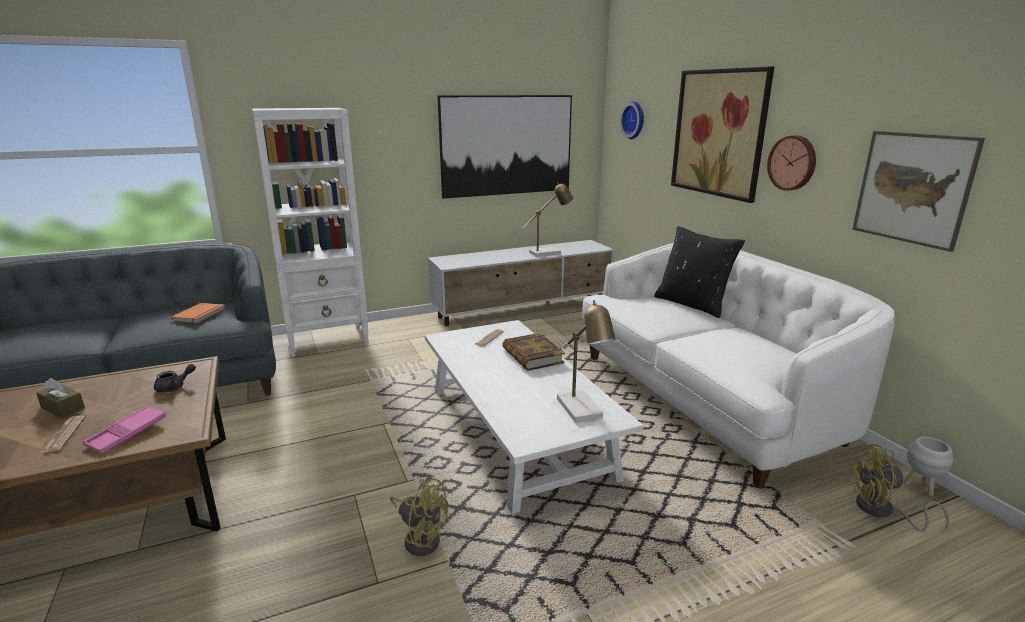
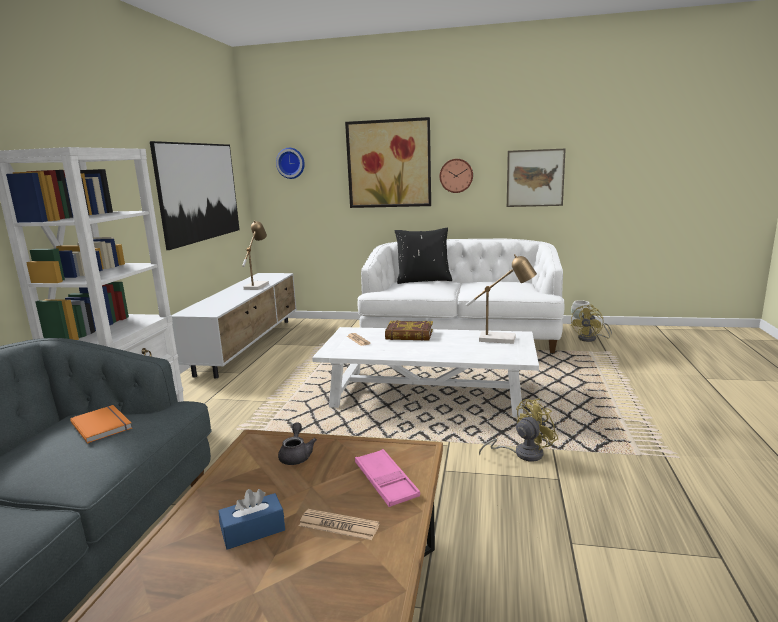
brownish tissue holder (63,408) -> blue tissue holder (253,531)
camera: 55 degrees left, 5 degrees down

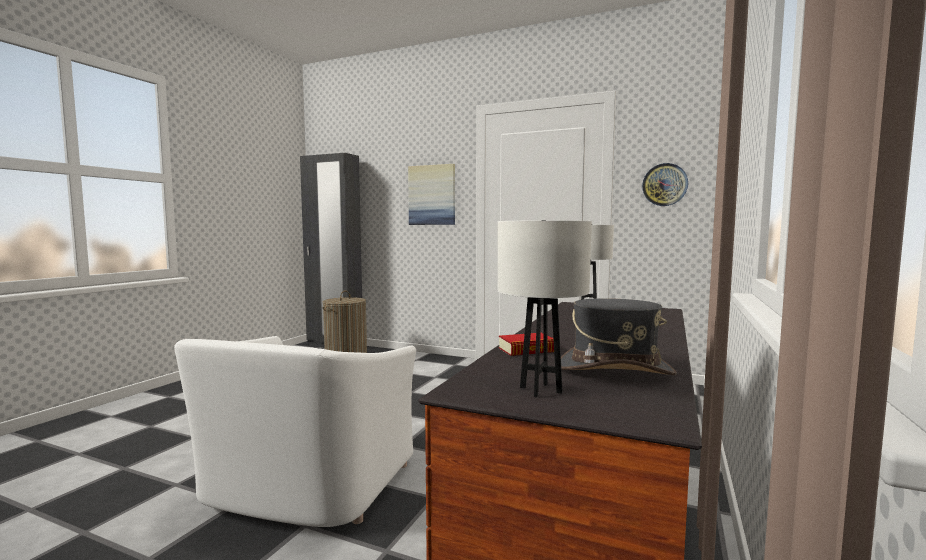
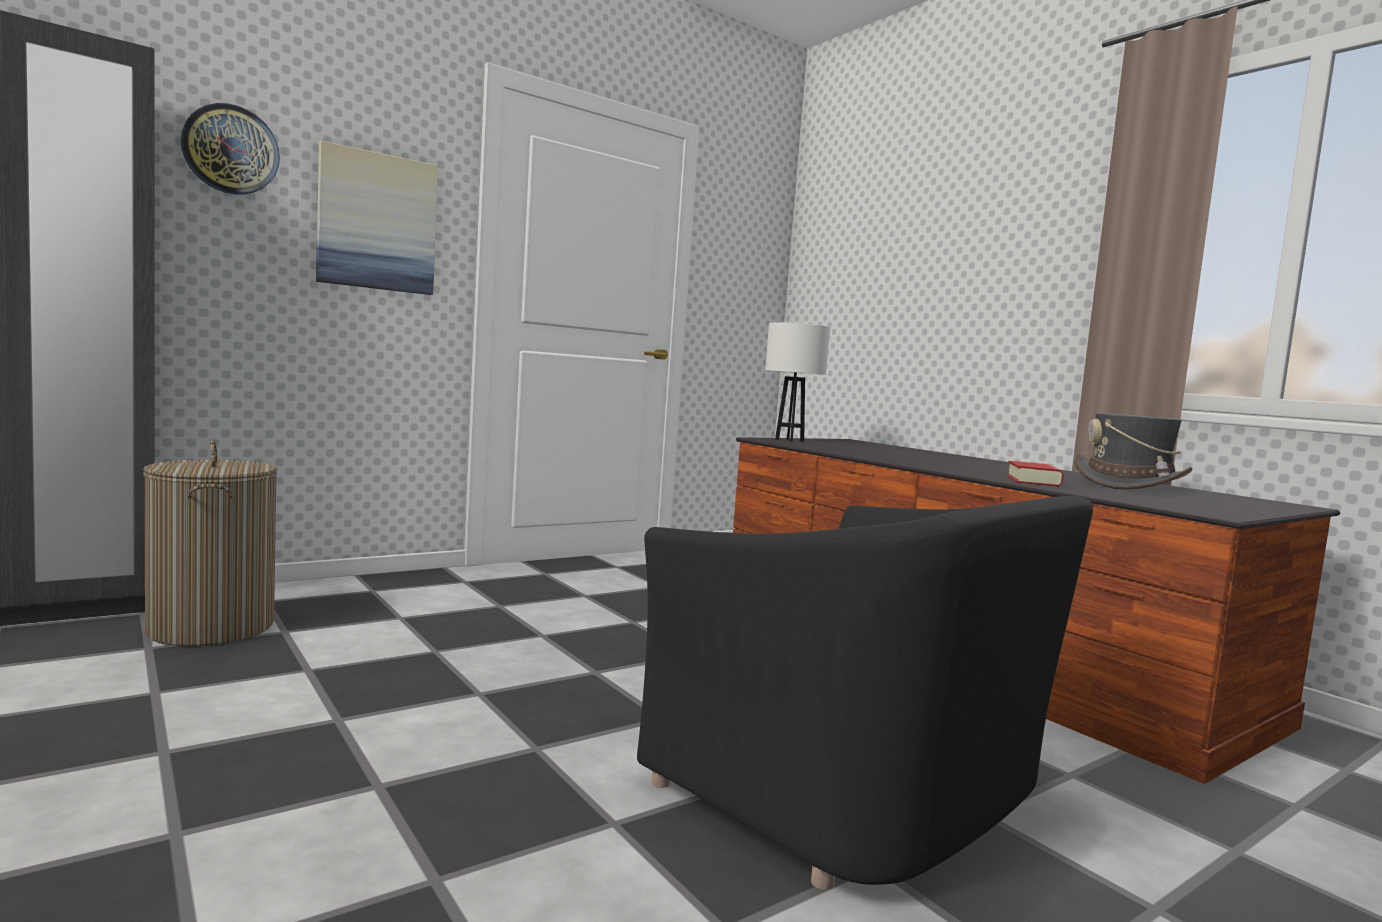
white-coloured tabletop lamp (540,390) -> none
wall clock (664,184) -> wall clock (231,150), shifted
white-coloured armchair (306,486) -> black-coloured armchair (852,789)
camera: 60 degrees left, 0 degrees up

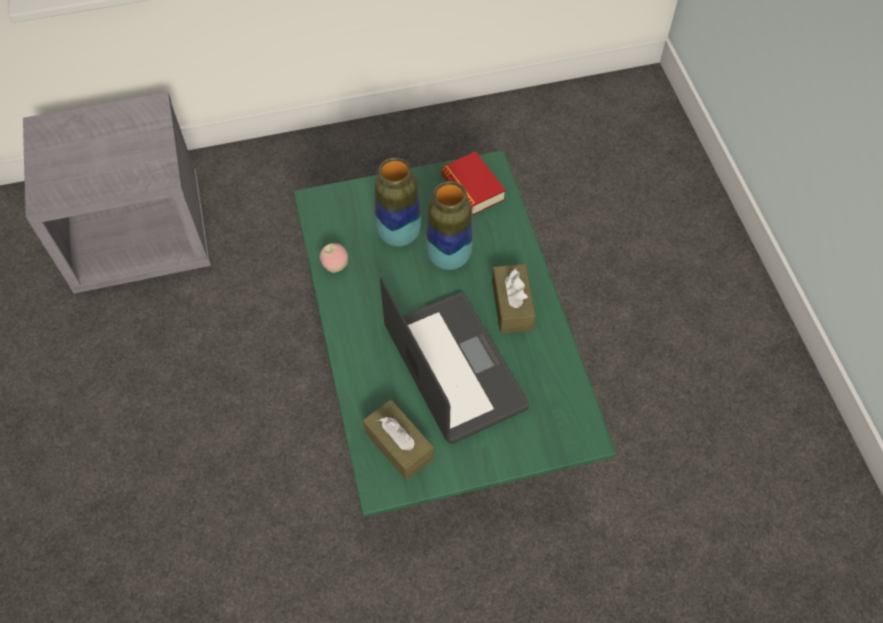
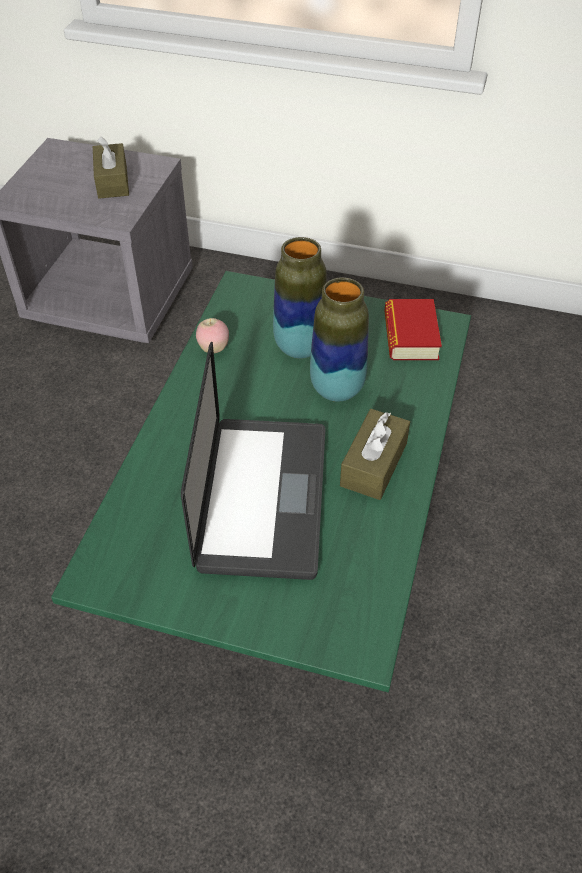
brownish tissue holder (399,445) -> brownish tissue holder (112,181), shifted
camera: 30 degrees right, 10 degrees down

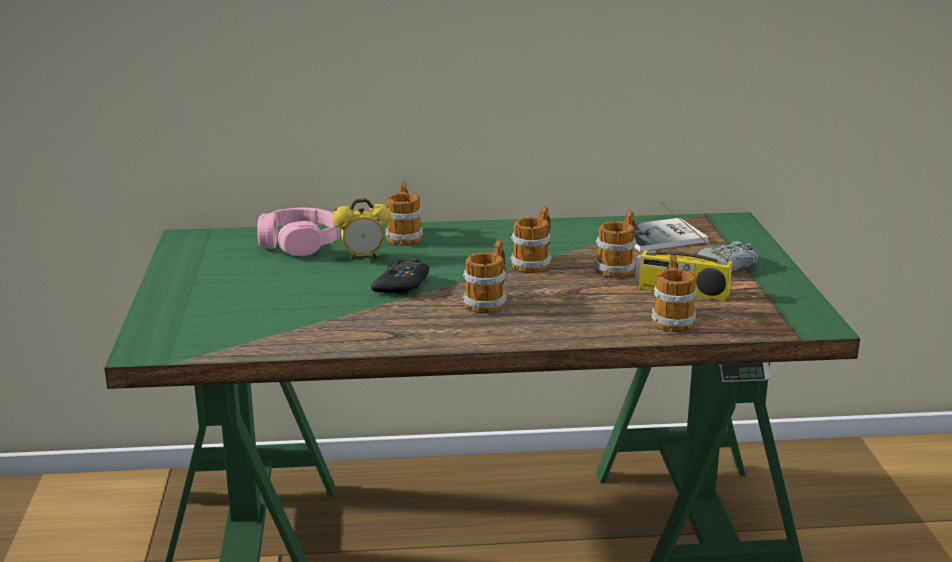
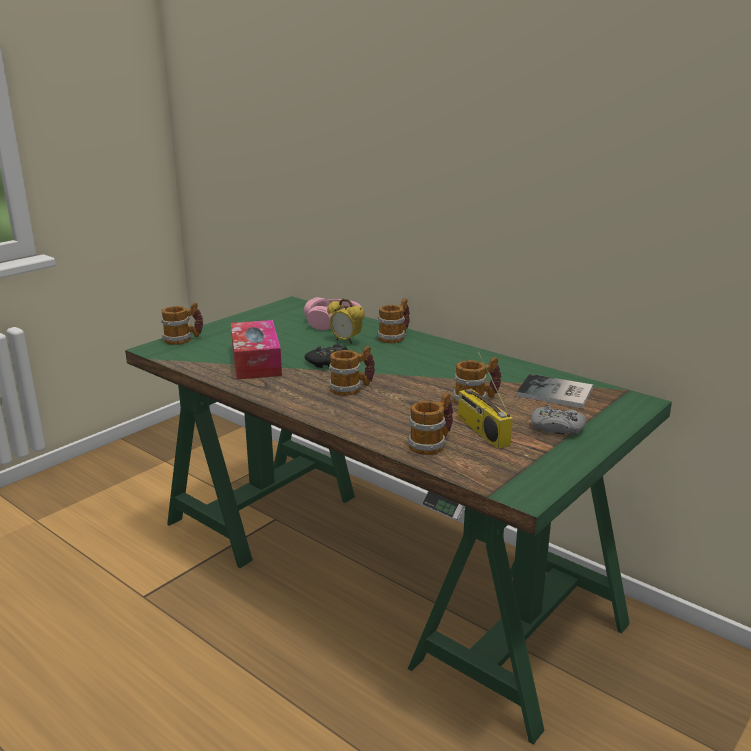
none -> tissue holder (256,361)
tea mug (534,263) -> tea mug (183,339), shifted
camera: 45 degrees right, 0 degrees up

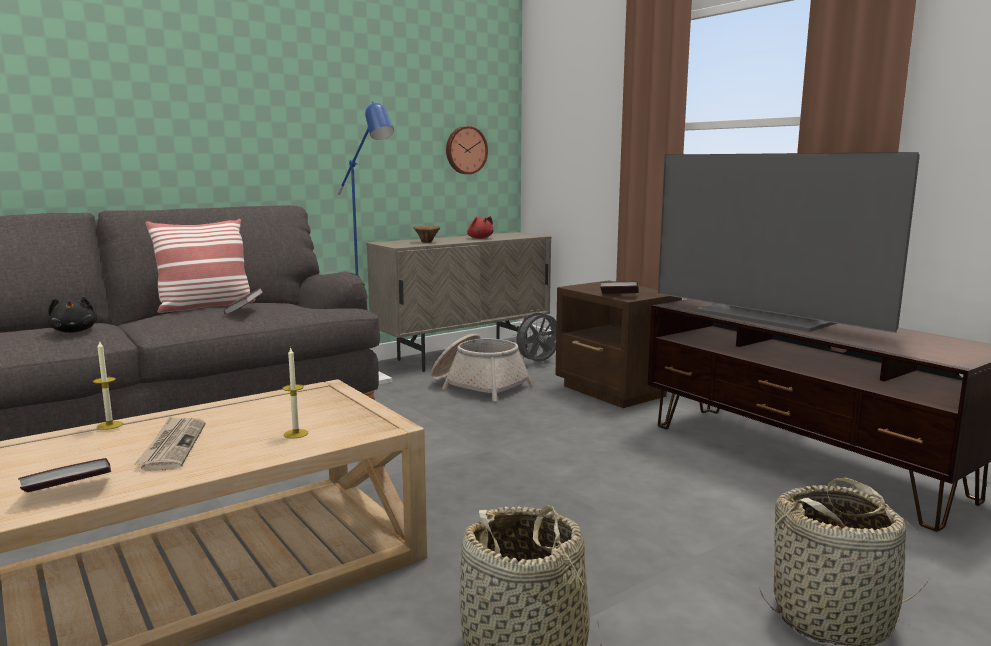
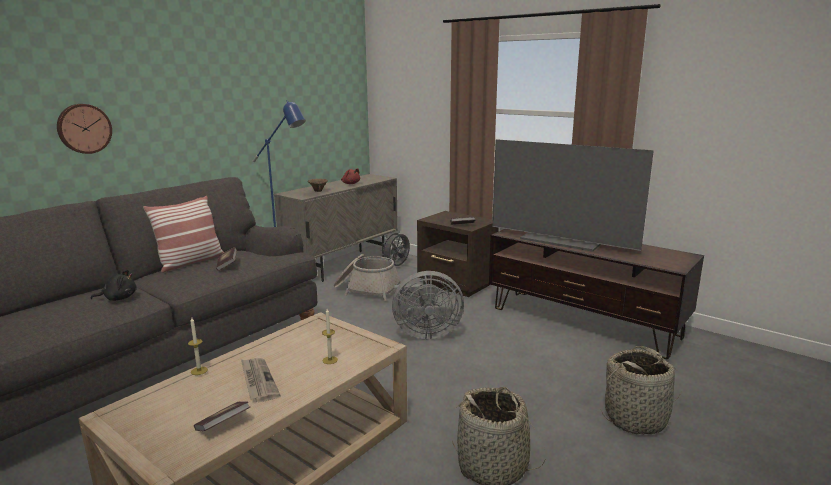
none -> greyish cooling fan (424,333)
wall clock (465,150) -> wall clock (84,128), shifted
black-coloured plush toy (74,331) -> black-coloured plush toy (118,298), 60 degrees counterclockwise
camera: 15 degrees left, 5 degrees up

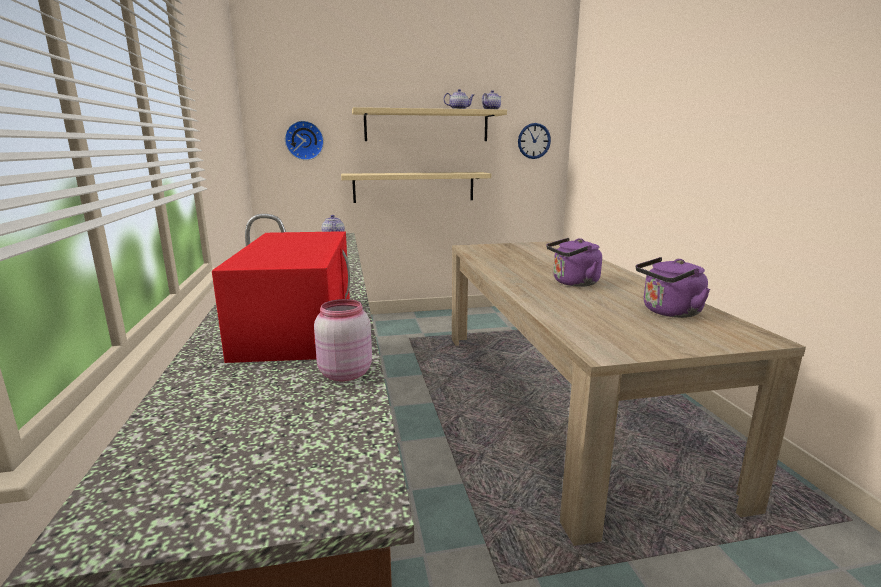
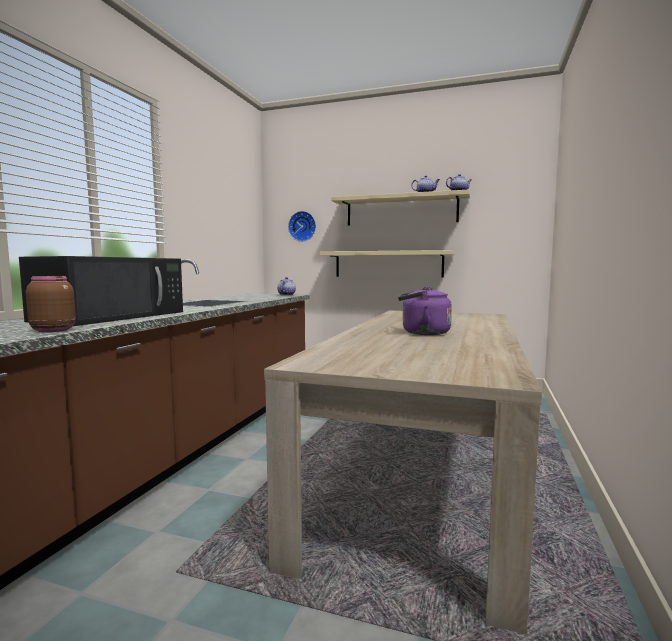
wall clock (534,141) -> none
purplish kettle (668,312) -> none
reddish microwave (297,323) -> black-coloured microwave (113,316)
pink jar (343,373) -> brownish jar (53,330)
camera: 30 degrees right, 10 degrees down

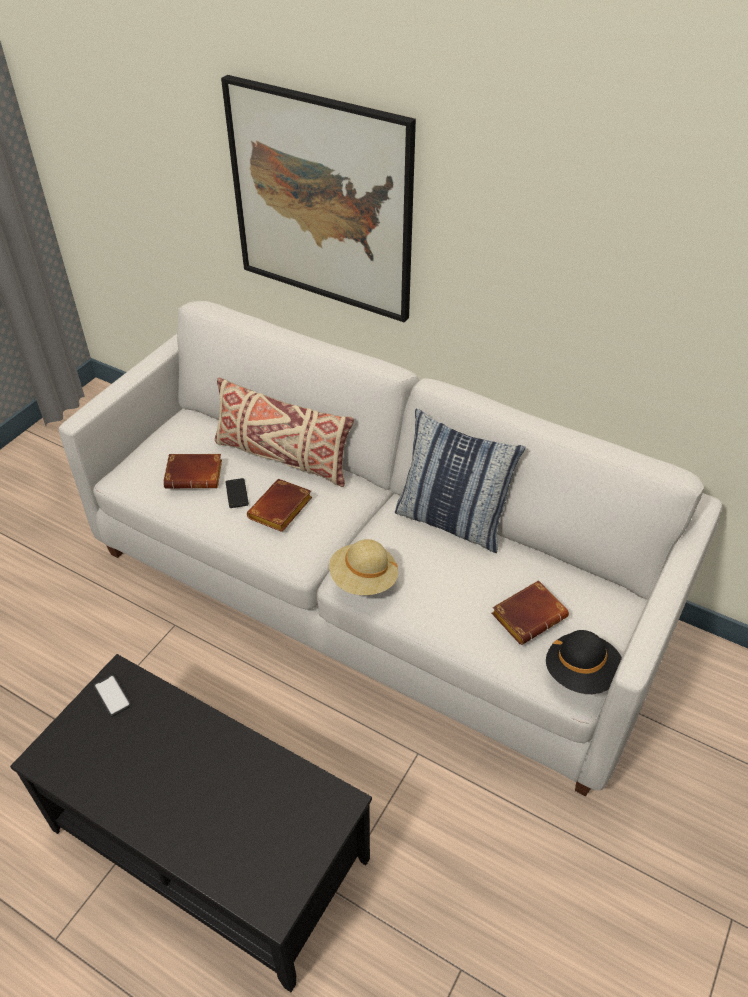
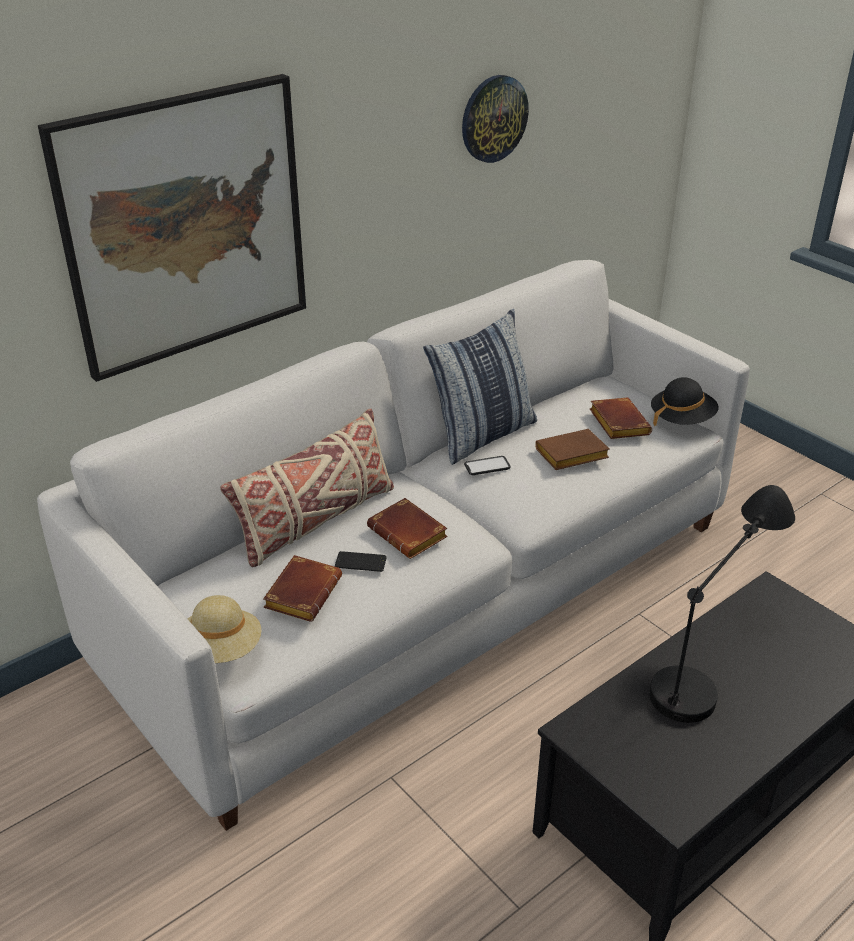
none -> wall clock (493,118)
none -> brownish bound book (570,456)
none -> black-coloured tabletop lamp (709,663)
phone (112,695) -> phone (487,466), shifted
beige wearable hat (363,580) -> beige wearable hat (220,650), shifted
camera: 70 degrees left, 10 degrees down

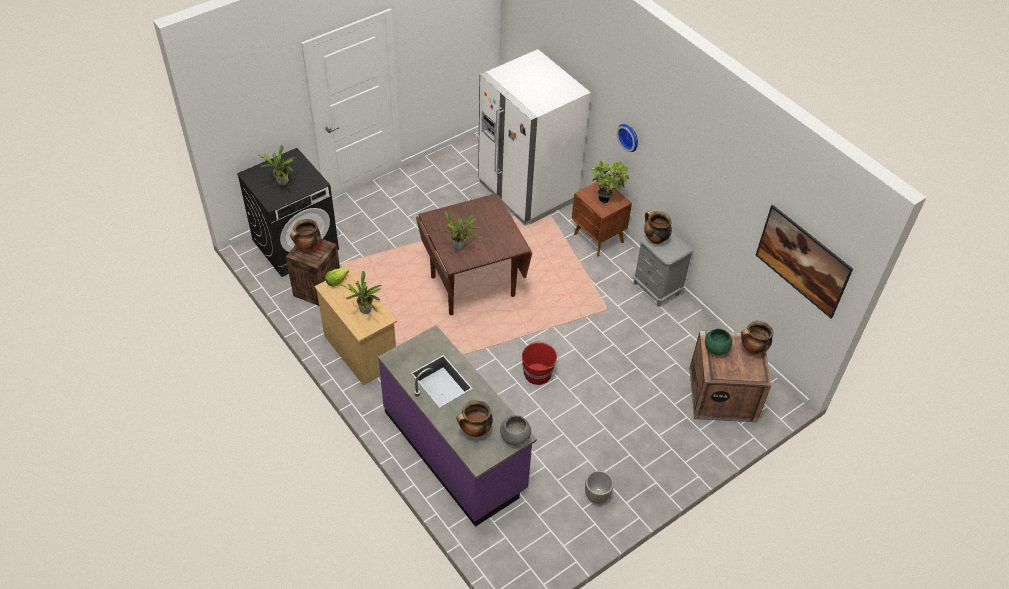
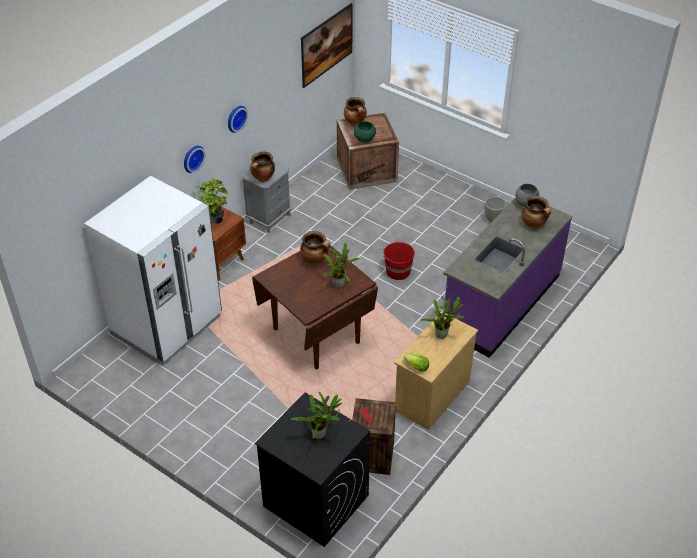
none -> wall clock (235,118)
stockpot (307,247) -> stockpot (315,260), shifted
camera: 105 degrees left, 5 degrees down

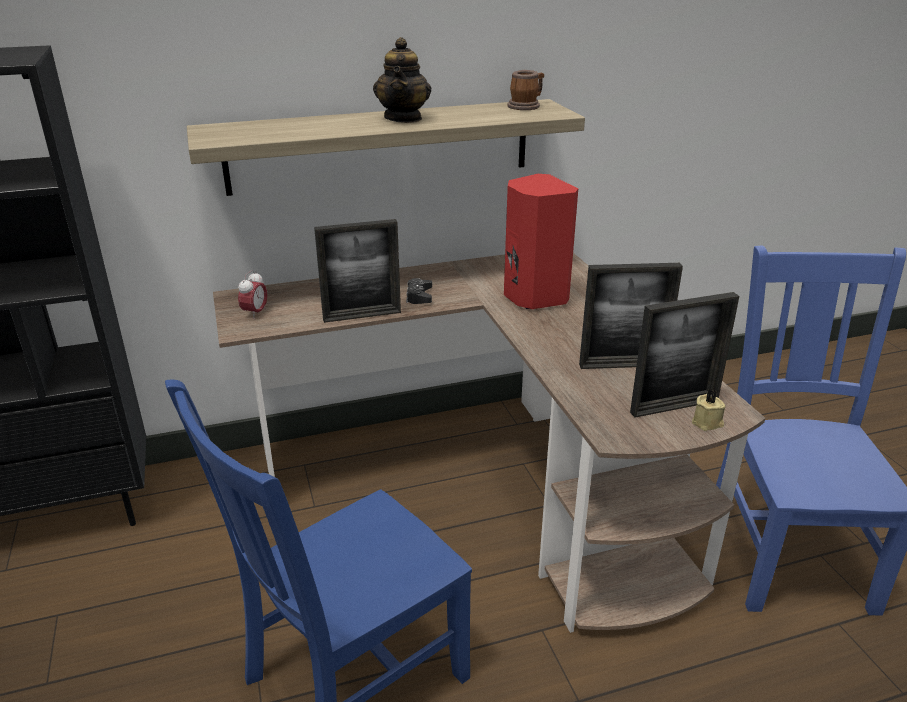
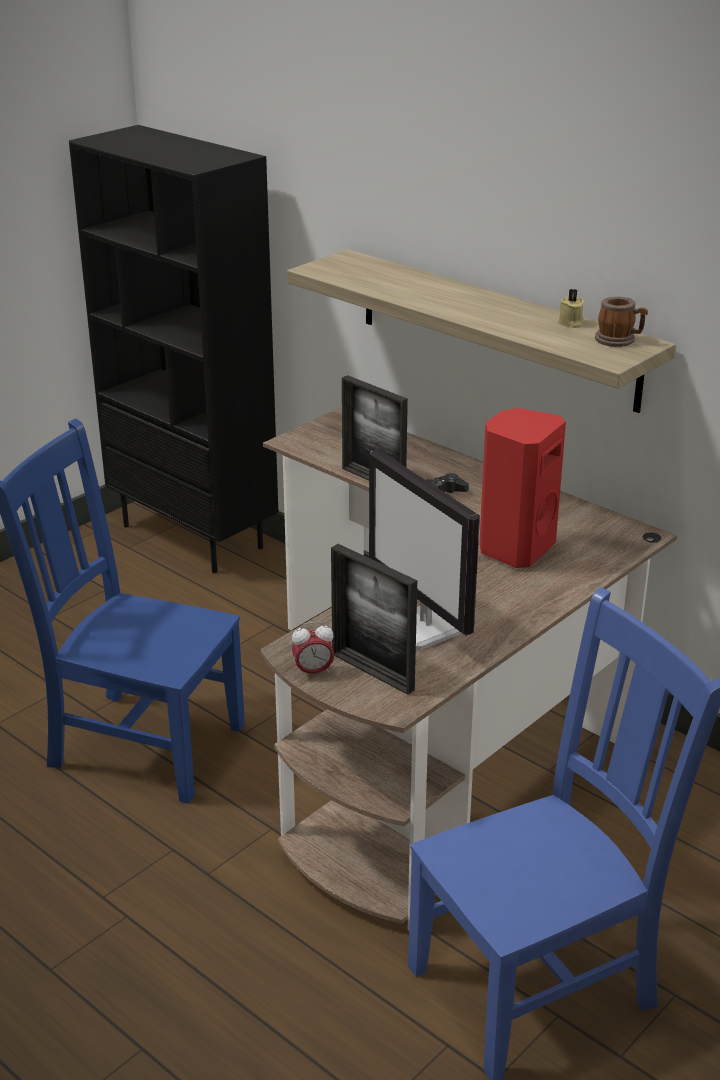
pot for tea (403,118) -> none
bedside clock (255,313) -> bedside clock (313,672), shifted
beige wax candle (707,423) -> beige wax candle (570,323), shifted
picture frame (622,365) -> computer screen (424,629)
camera: 60 degrees right, 0 degrees up

